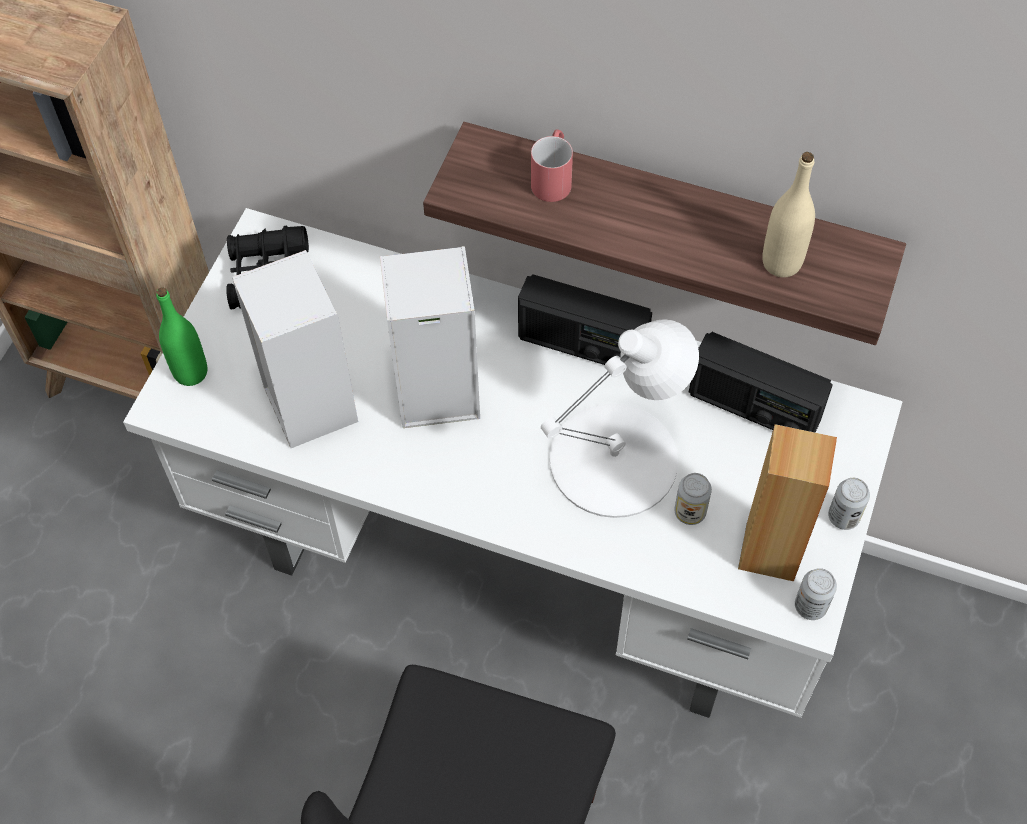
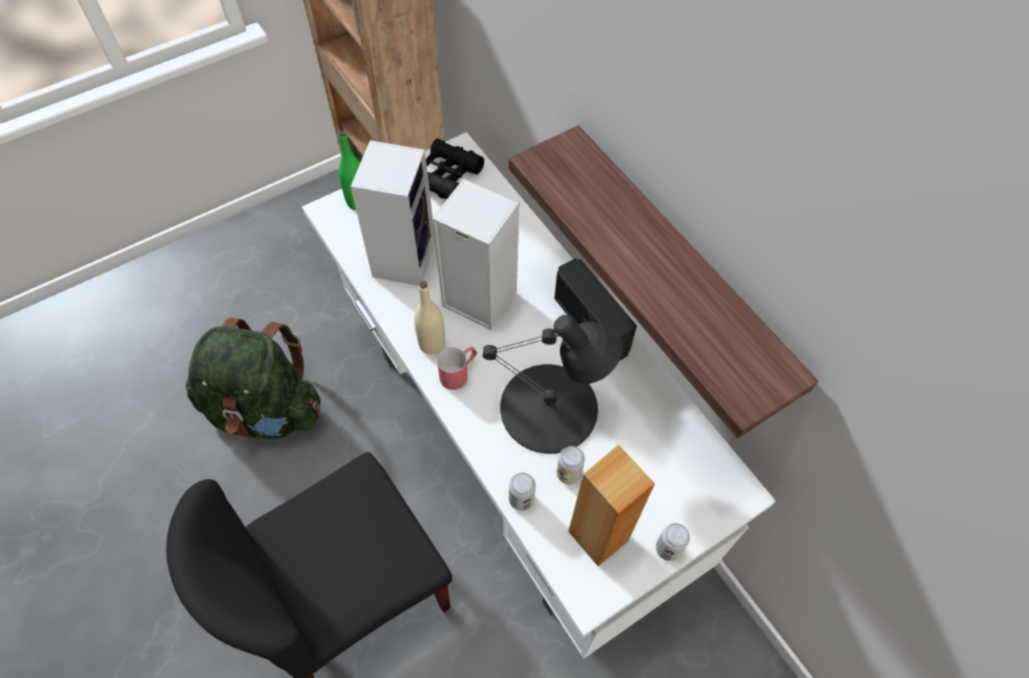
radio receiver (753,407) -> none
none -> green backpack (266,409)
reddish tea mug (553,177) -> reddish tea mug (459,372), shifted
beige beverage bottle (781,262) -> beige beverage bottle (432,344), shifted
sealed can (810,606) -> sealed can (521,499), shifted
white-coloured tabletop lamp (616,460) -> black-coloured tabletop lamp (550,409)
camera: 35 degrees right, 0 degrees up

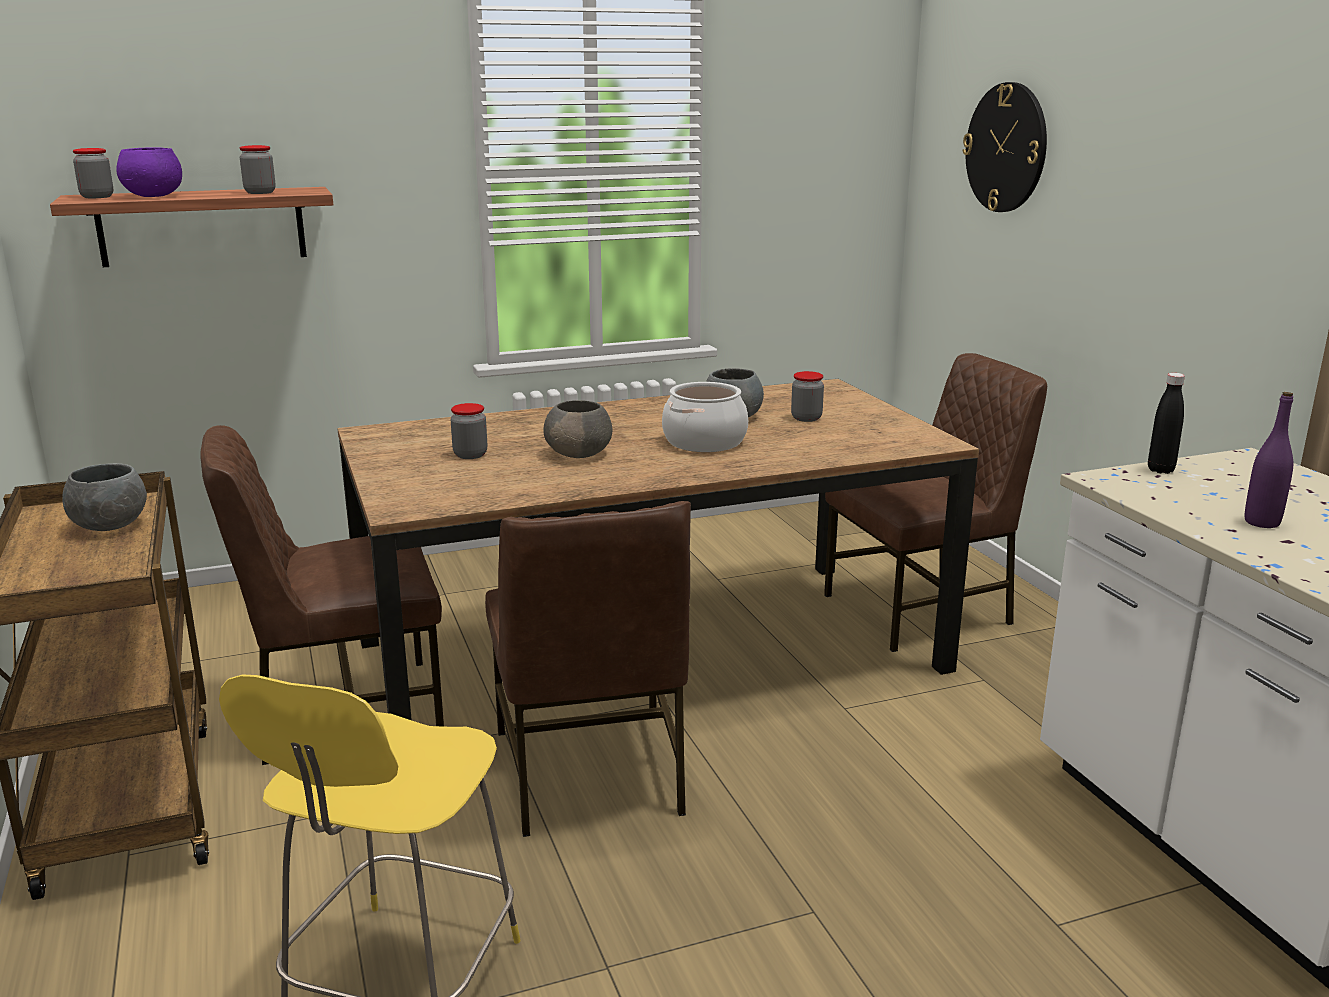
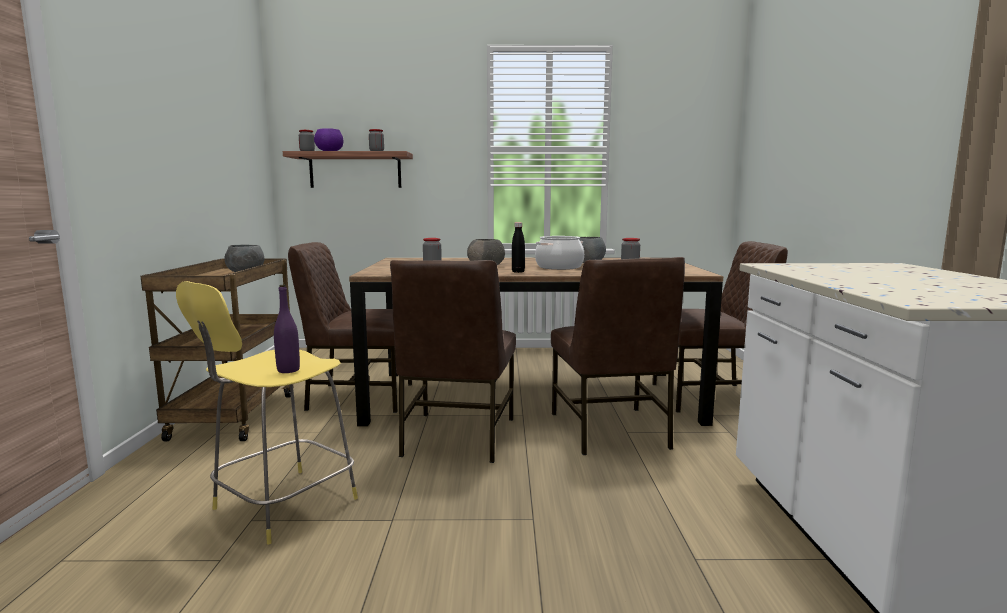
wall clock (1006,148) -> none
none -> brownish plain chair (610,431)
black-coloured beverage bottle (1160,470) -> black-coloured beverage bottle (518,272), shifted
purplish beverage bottle (1261,522) -> purplish beverage bottle (288,370), shifted
camera: 20 degrees right, 10 degrees down

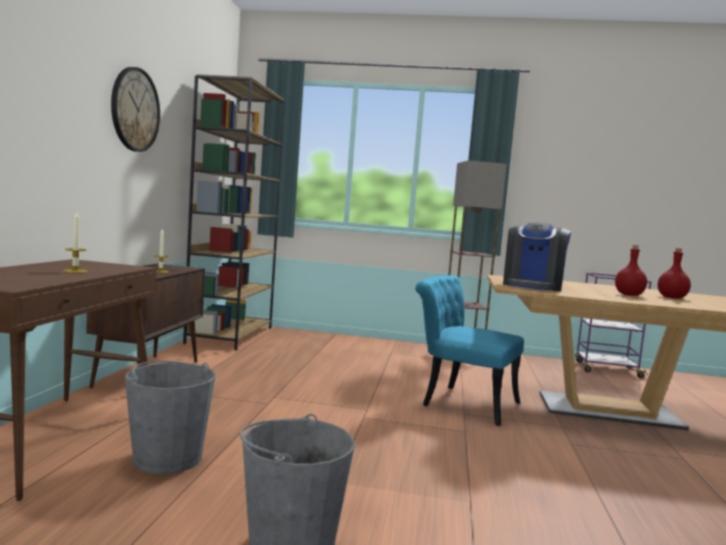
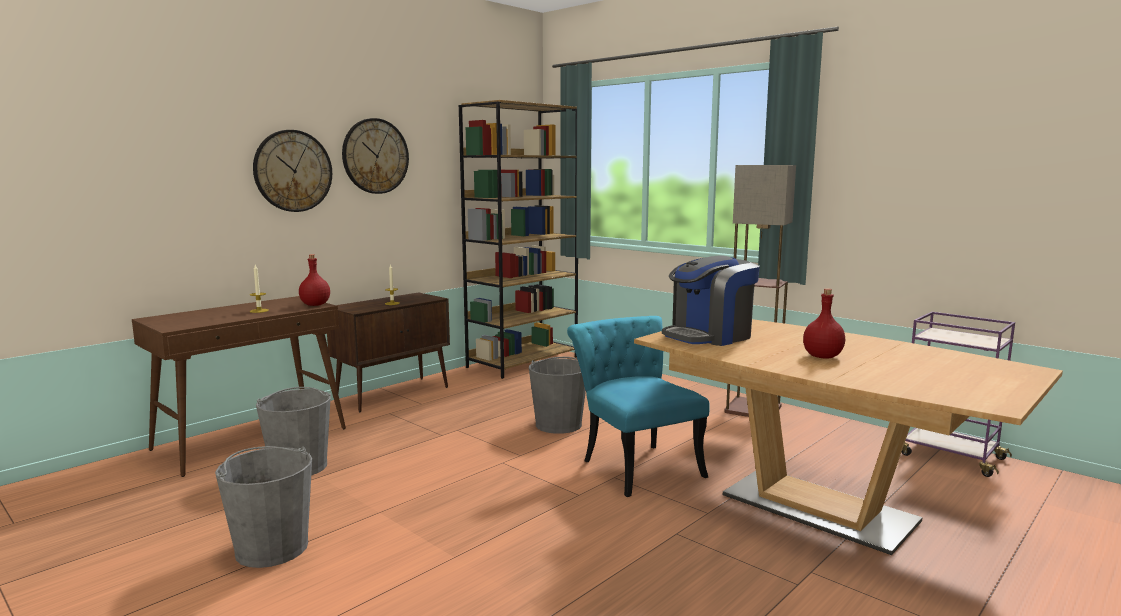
none -> wall clock (293,171)
none -> greyish pail (559,424)
reddish beverage bottle (671,297) -> reddish beverage bottle (315,305), shifted
camera: 35 degrees right, 5 degrees up

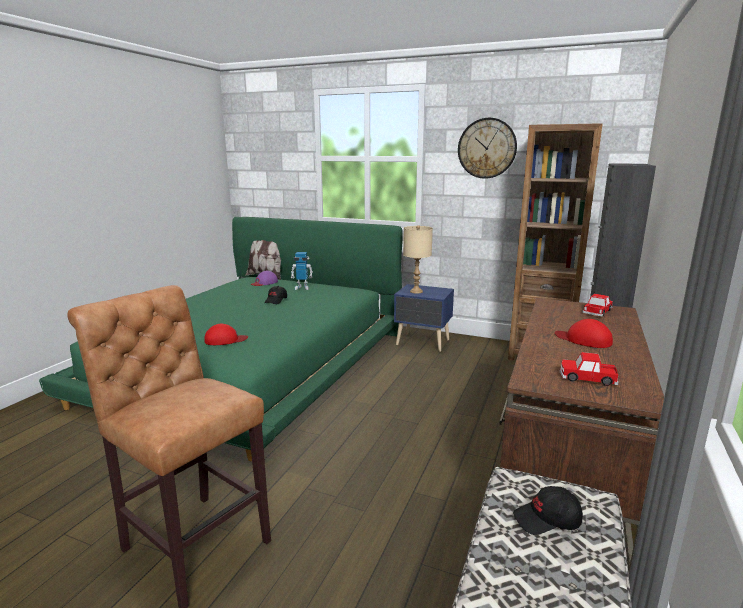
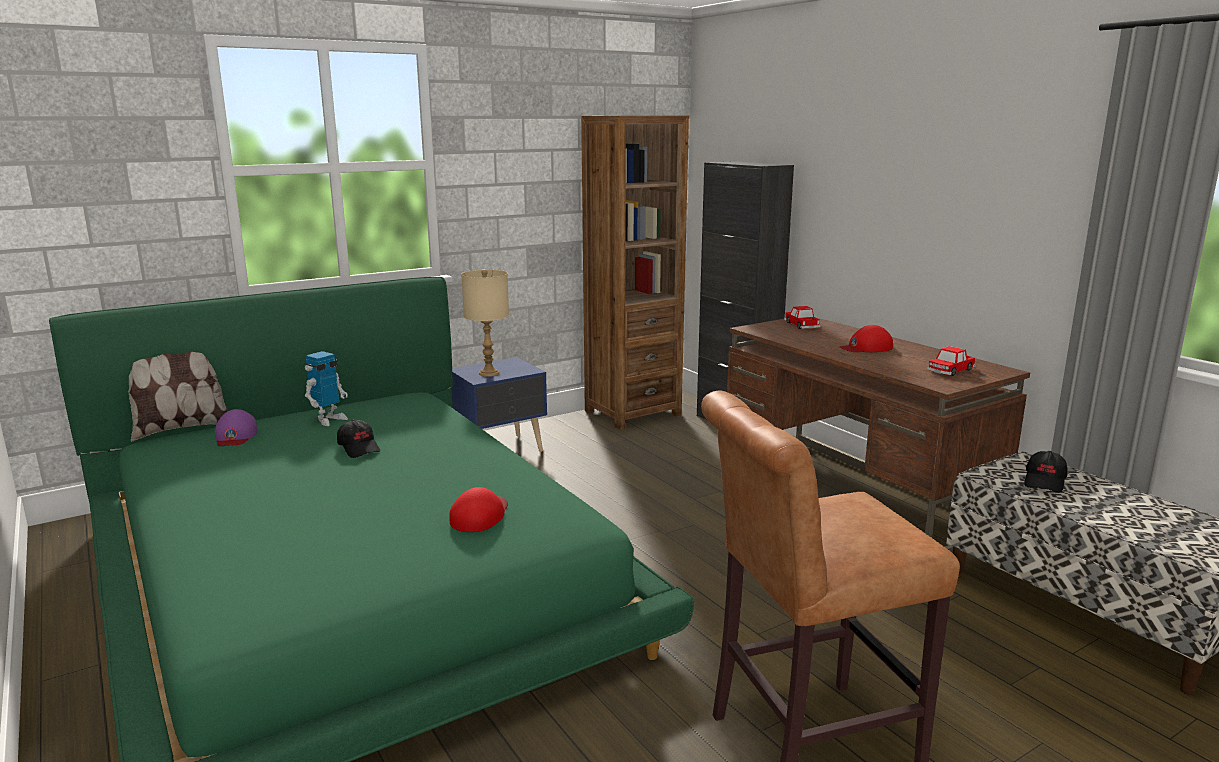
wall clock (487,148) -> none
camera: 55 degrees left, 0 degrees up

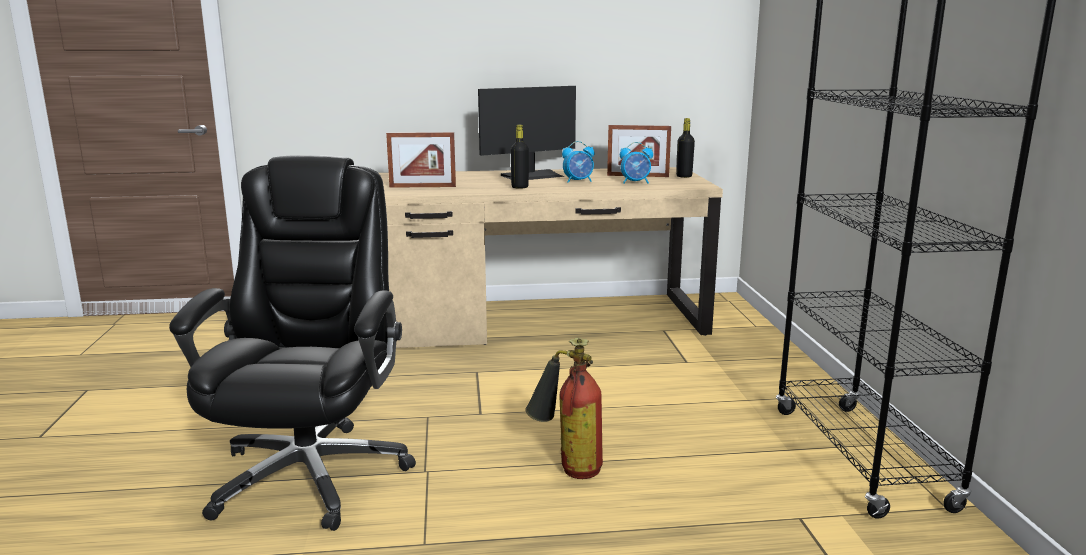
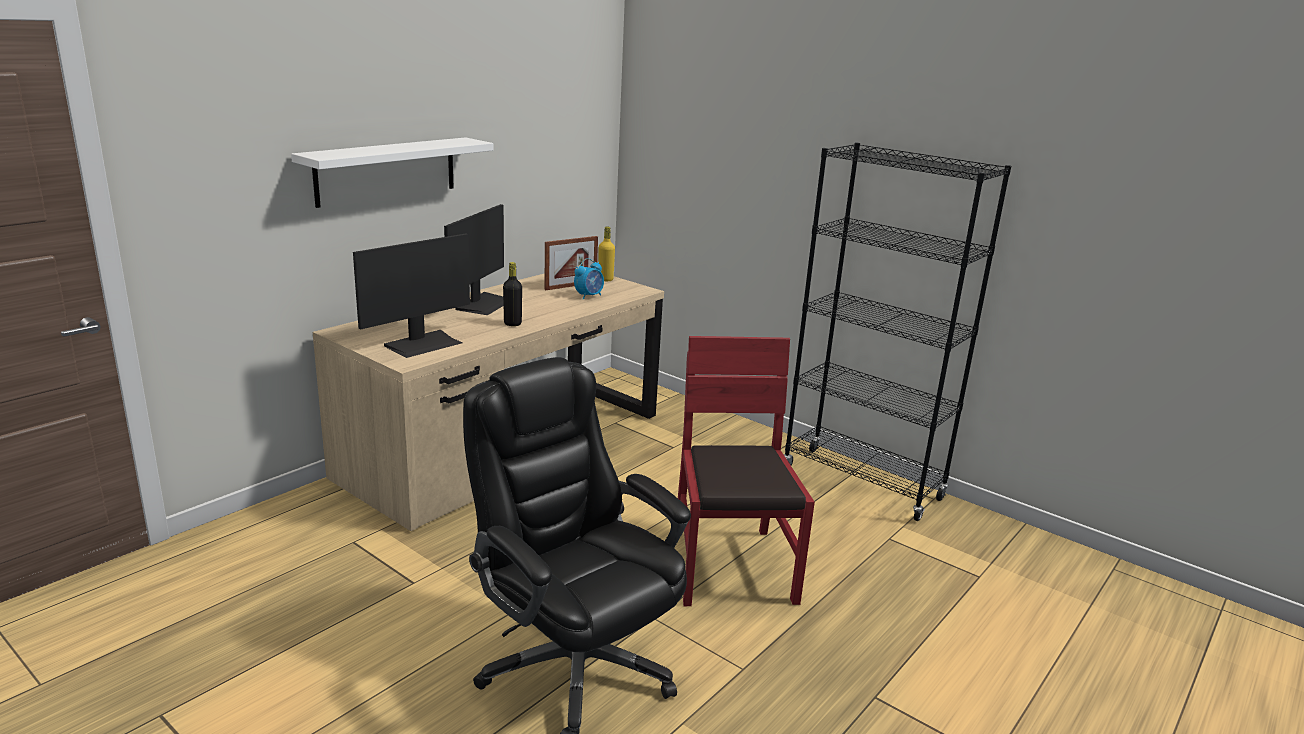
bedside clock (578,181) -> none
none -> white-coloured wall shelf (386,171)
picture frame (422,187) -> computer screen (423,343)
extinguisher (567,466) -> reddish plain chair (731,566)
black-coloured beverage bottle (684,176) -> yellow-coloured beverage bottle (605,279)
camera: 45 degrees left, 5 degrees up

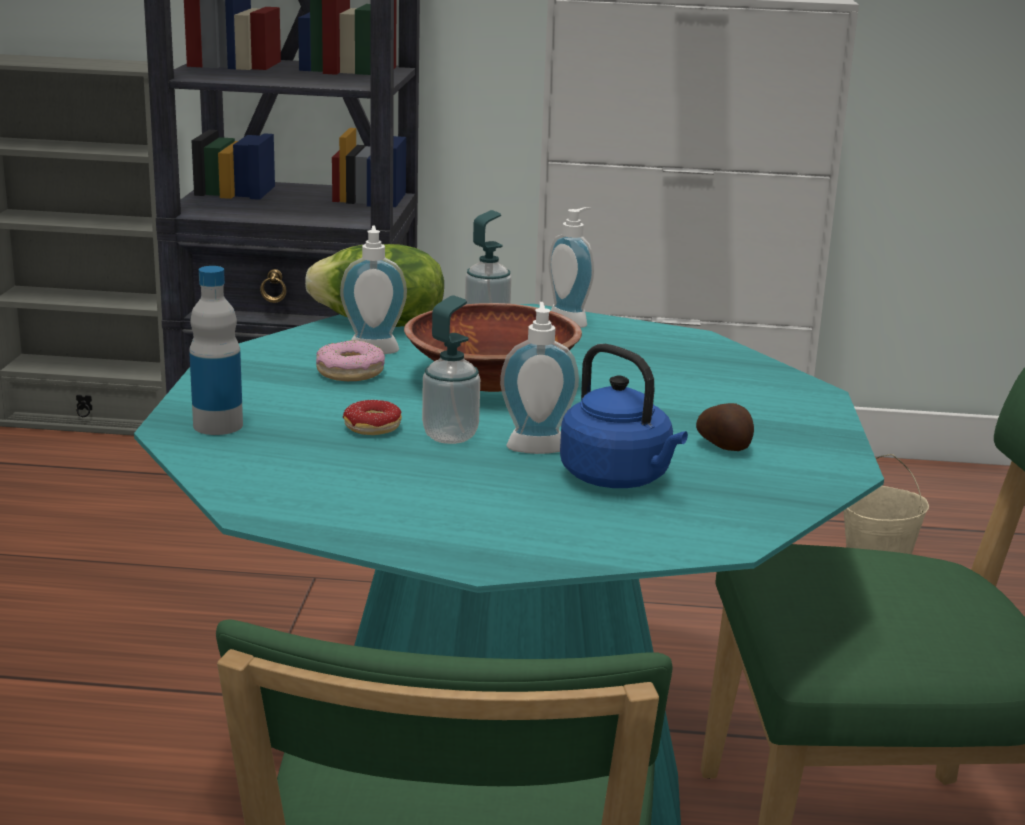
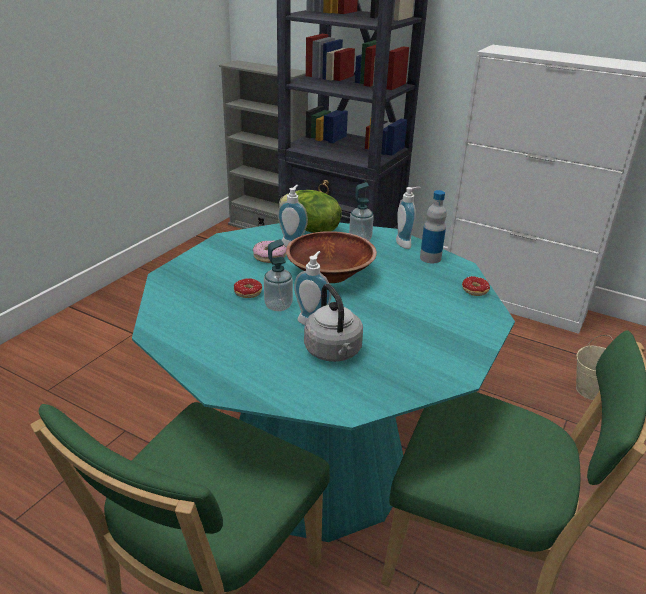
spud (725,447) -> none
none -> doughnut (470,291)
beverage bottle (218,425) -> beverage bottle (430,258), shifted
blue kettle (619,478) -> greyish kettle (334,352)
camera: 25 degrees right, 10 degrees up

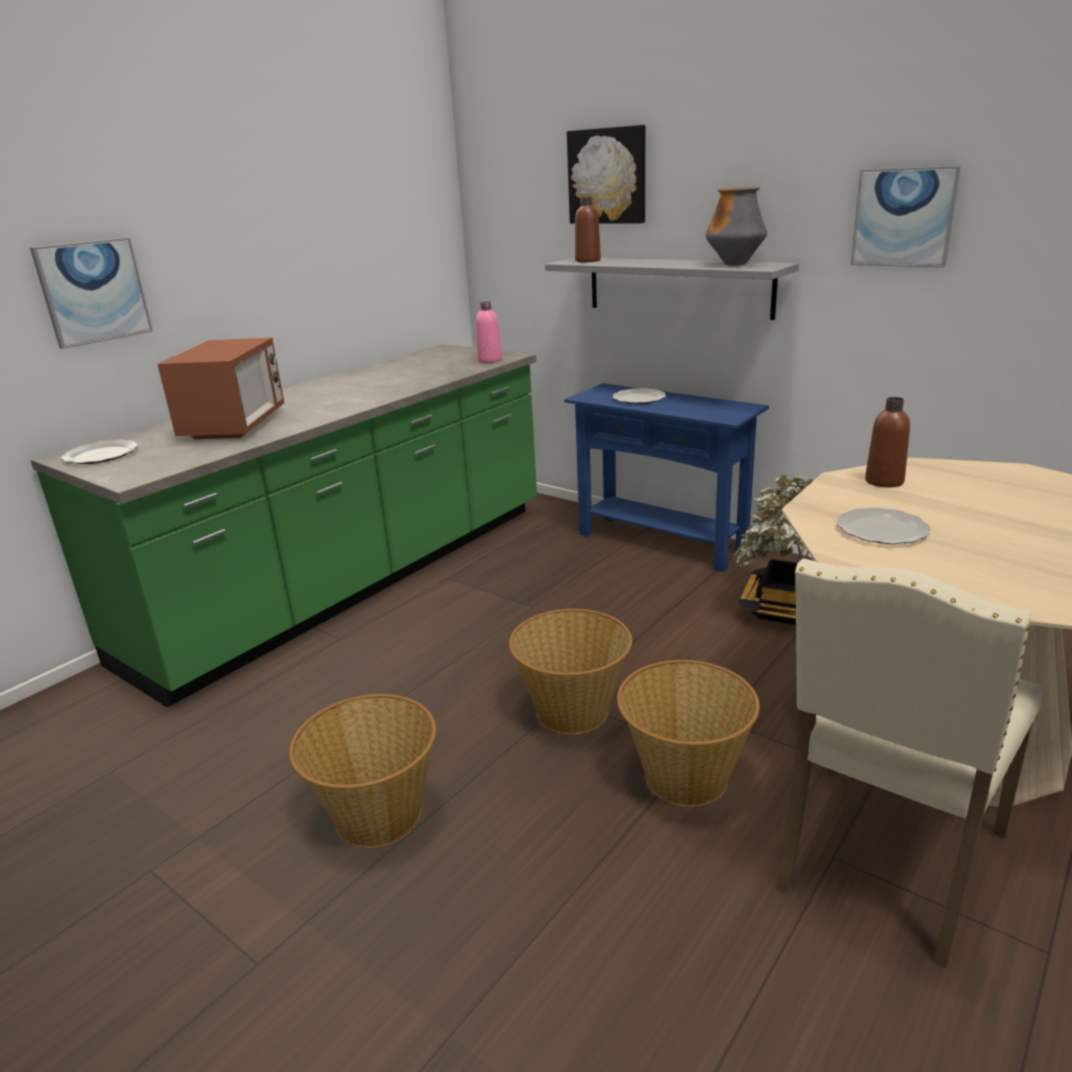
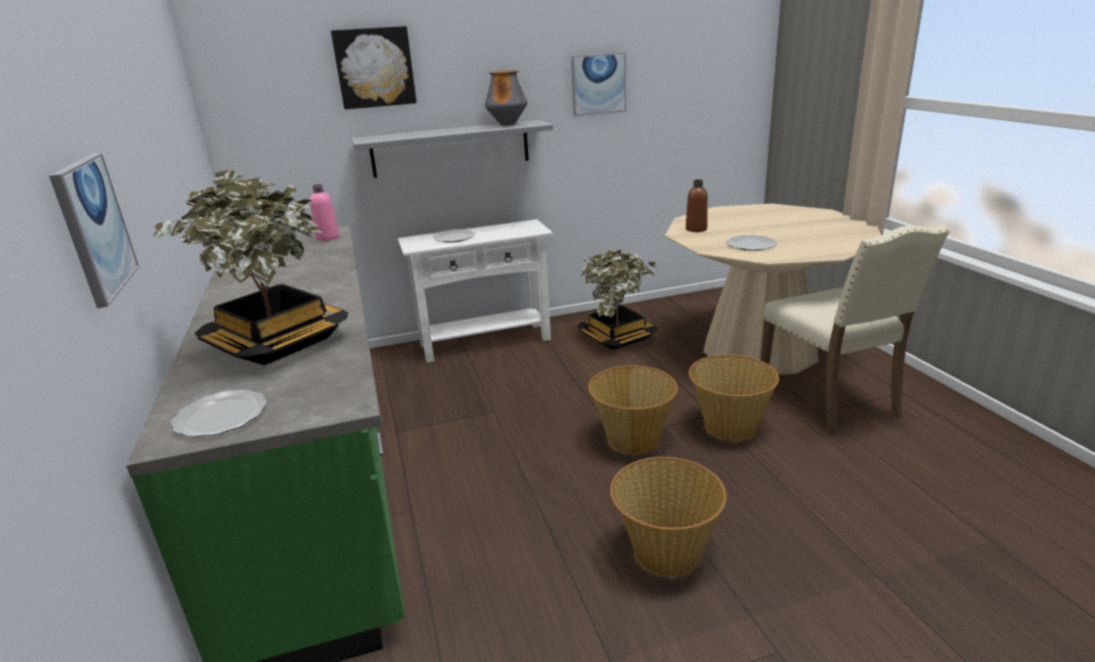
brownish beverage bottle (587,261) -> none
microwave (235,426) -> houseplant (277,343)
blue hall table (661,542) -> white-coloured hall table (485,342)
camera: 55 degrees left, 0 degrees up

